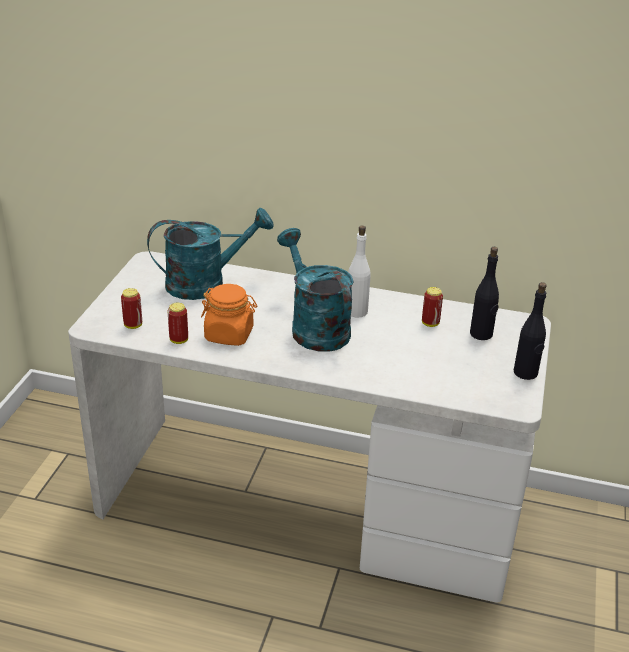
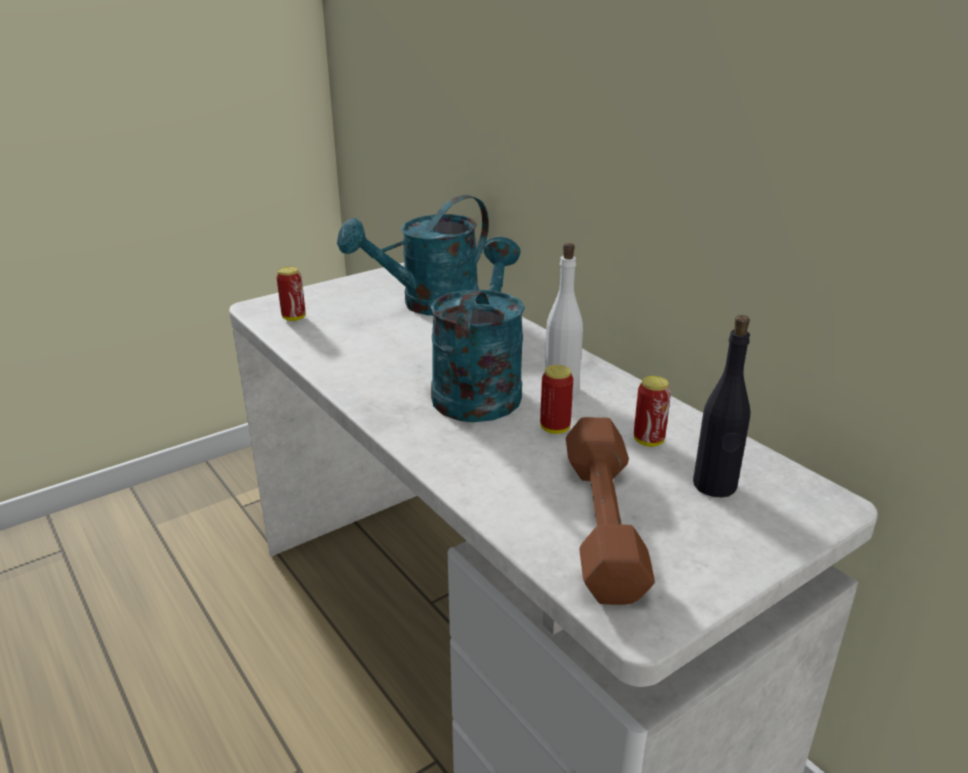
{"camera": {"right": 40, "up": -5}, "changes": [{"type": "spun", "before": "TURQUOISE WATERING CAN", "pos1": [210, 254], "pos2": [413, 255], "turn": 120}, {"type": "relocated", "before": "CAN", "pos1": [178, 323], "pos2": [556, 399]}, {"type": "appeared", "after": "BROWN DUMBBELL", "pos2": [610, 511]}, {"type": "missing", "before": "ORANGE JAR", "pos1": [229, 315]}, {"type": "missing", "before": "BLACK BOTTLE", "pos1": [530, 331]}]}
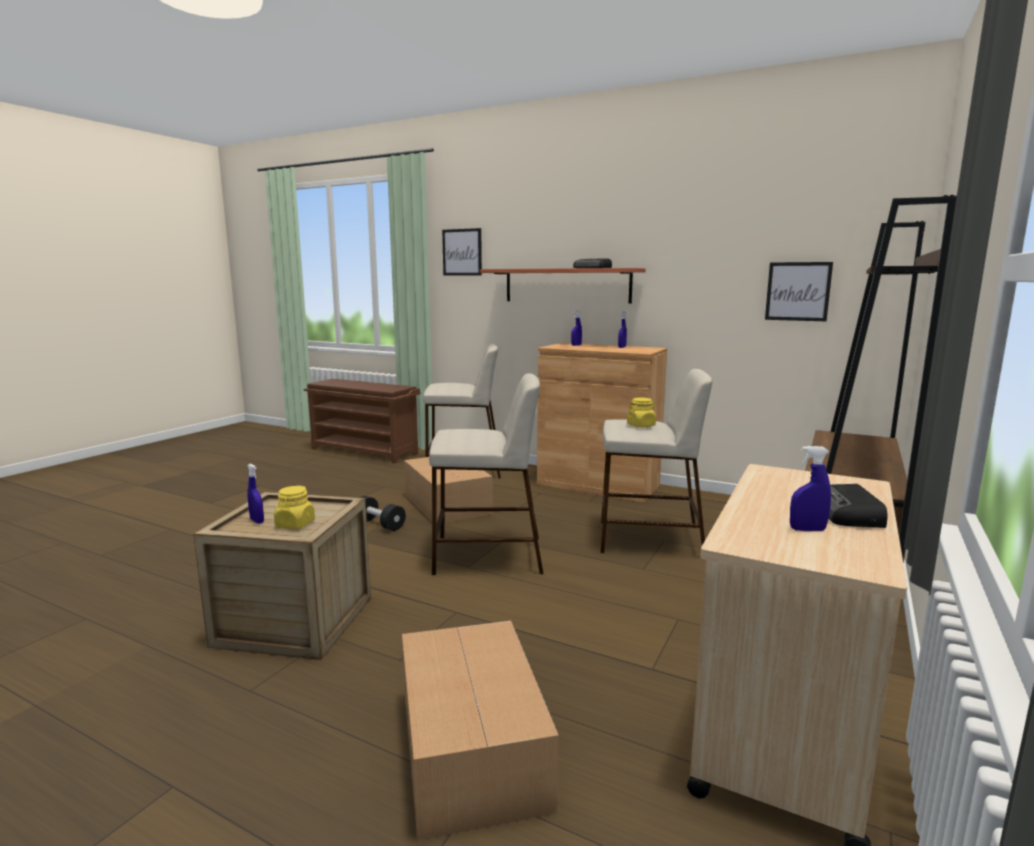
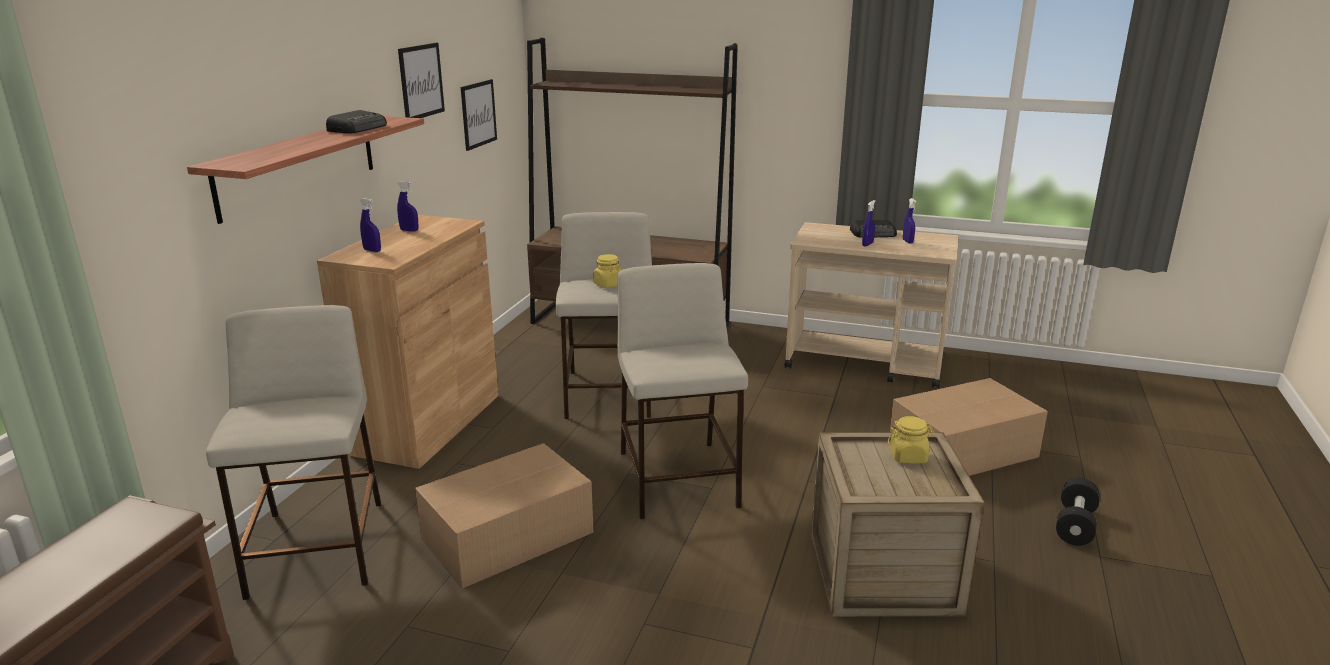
{"camera": {"right": -100, "up": 10}, "changes": [{"type": "relocated", "before": "PICTURE", "pos1": [462, 251], "pos2": [421, 80]}, {"type": "relocated", "before": "BLUE SPRAY BOTTLE", "pos1": [255, 494], "pos2": [869, 223]}, {"type": "relocated", "before": "BLACK DUMBBELL", "pos1": [383, 513], "pos2": [1078, 512]}]}
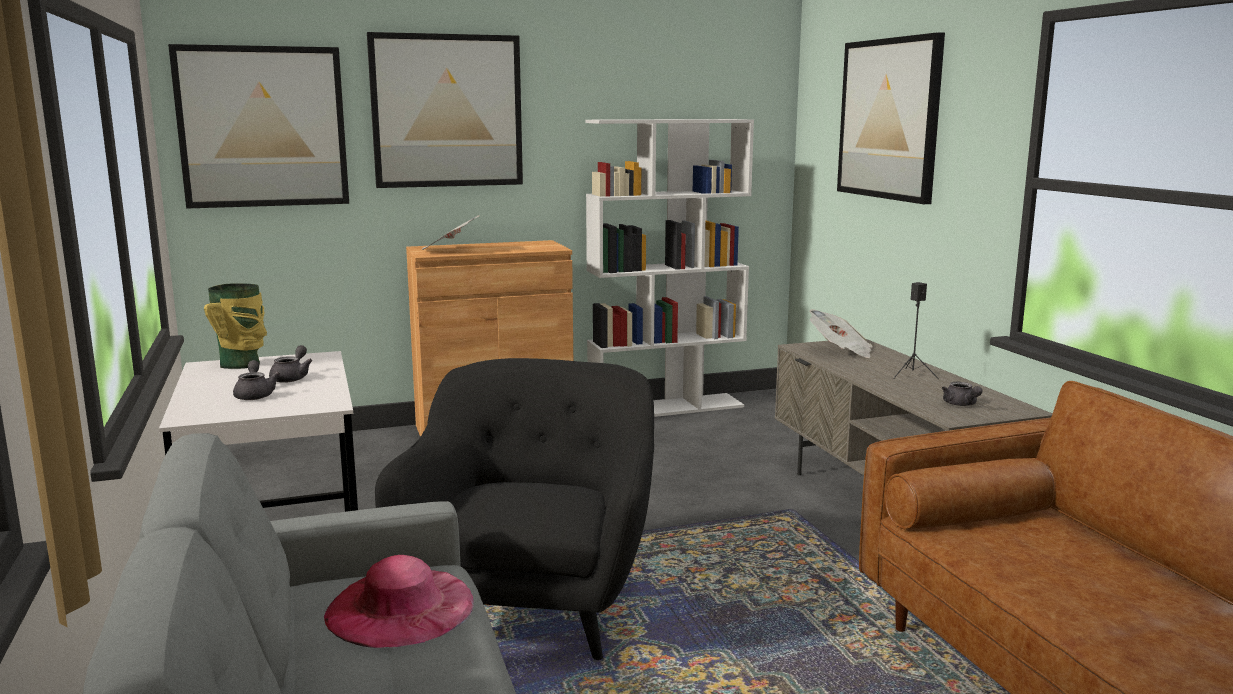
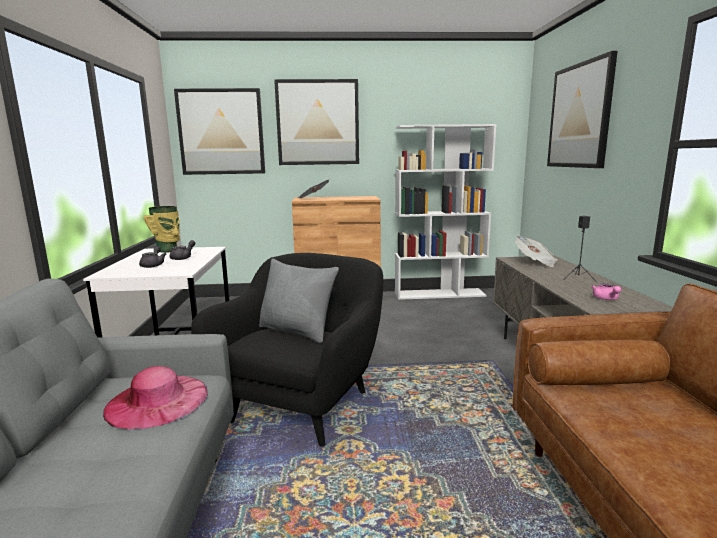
{"camera": {"right": 15, "up": 0}, "changes": [{"type": "appeared", "after": "GREY PILLOW", "pos2": [299, 300]}, {"type": "colour", "before": "GREY TEAPOT", "after": "PINK TEAPOT", "pos1": [962, 394], "pos2": [606, 291]}]}
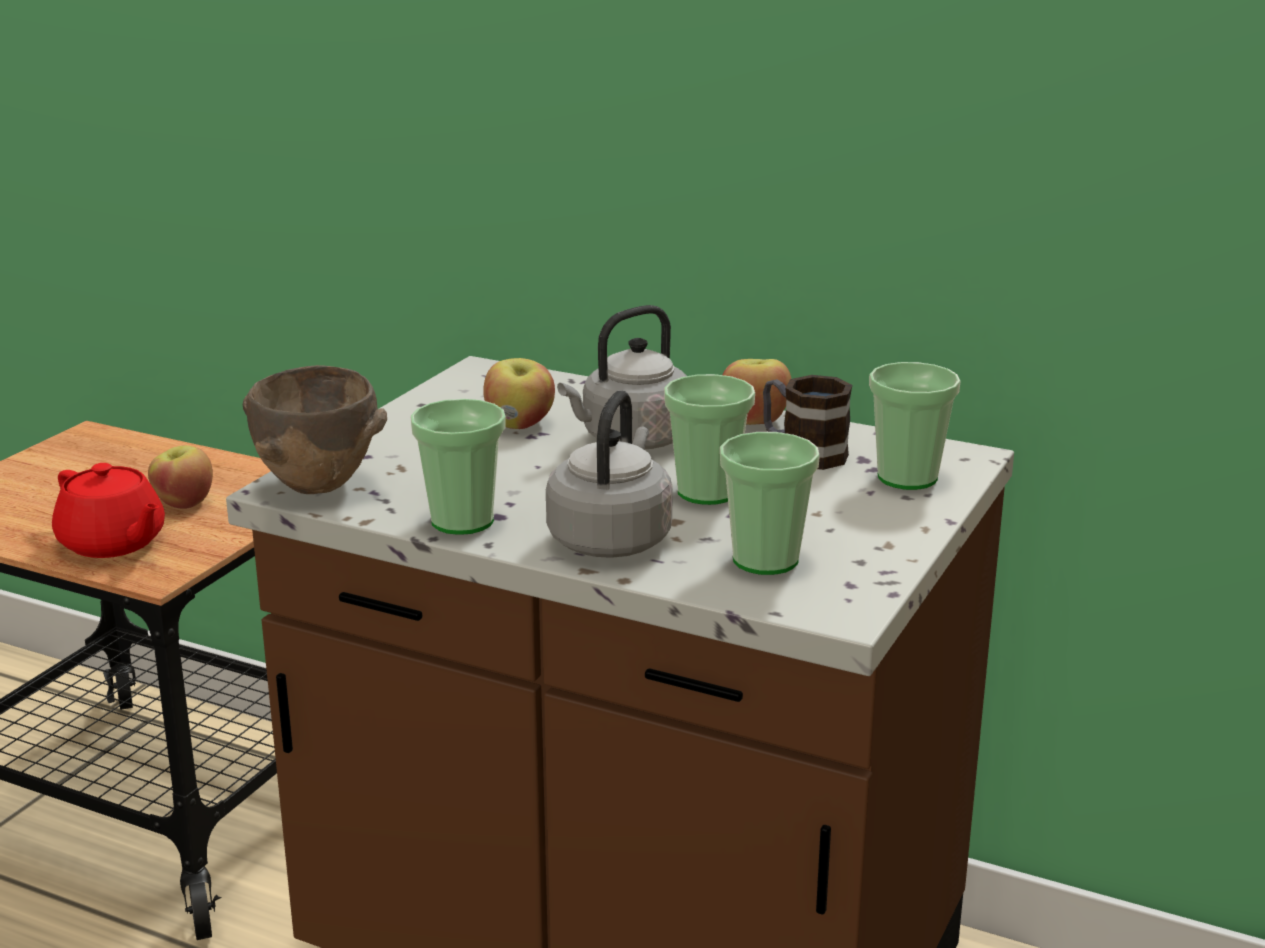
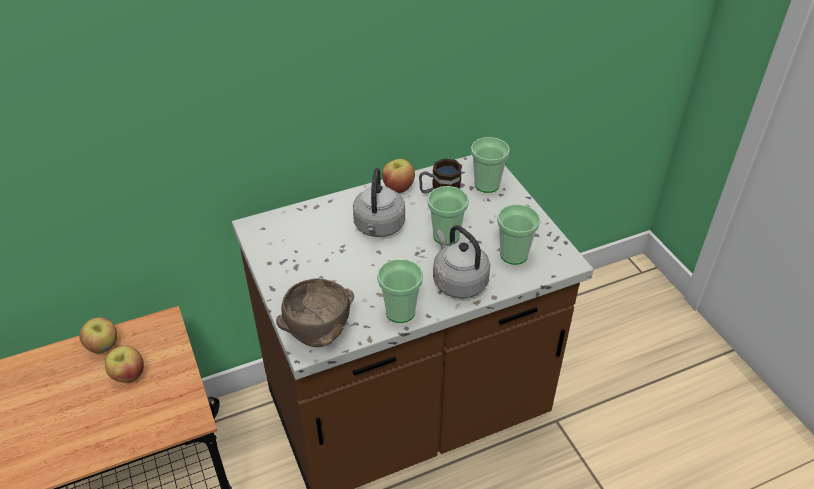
{"camera": {"right": -50, "up": 20}, "changes": [{"type": "relocated", "before": "APPLE", "pos1": [519, 393], "pos2": [98, 335]}, {"type": "missing", "before": "RED TEAPOT", "pos1": [108, 510]}]}
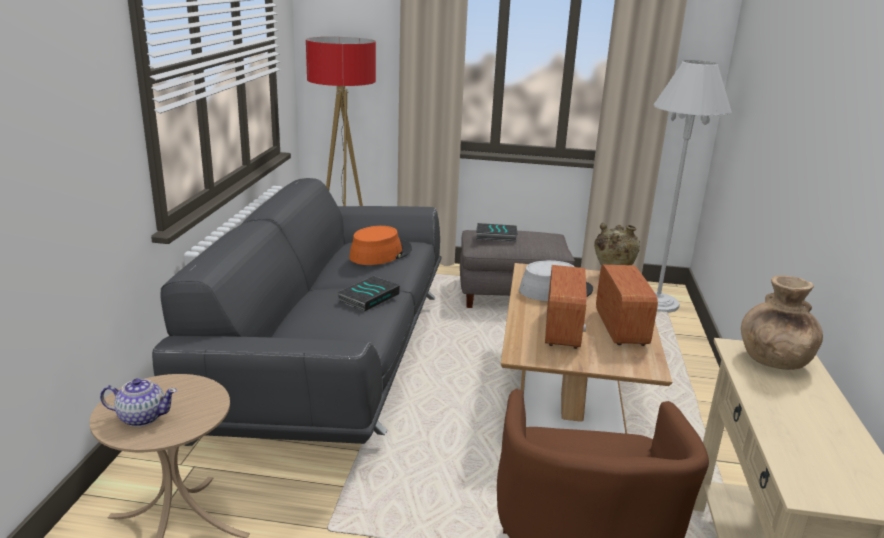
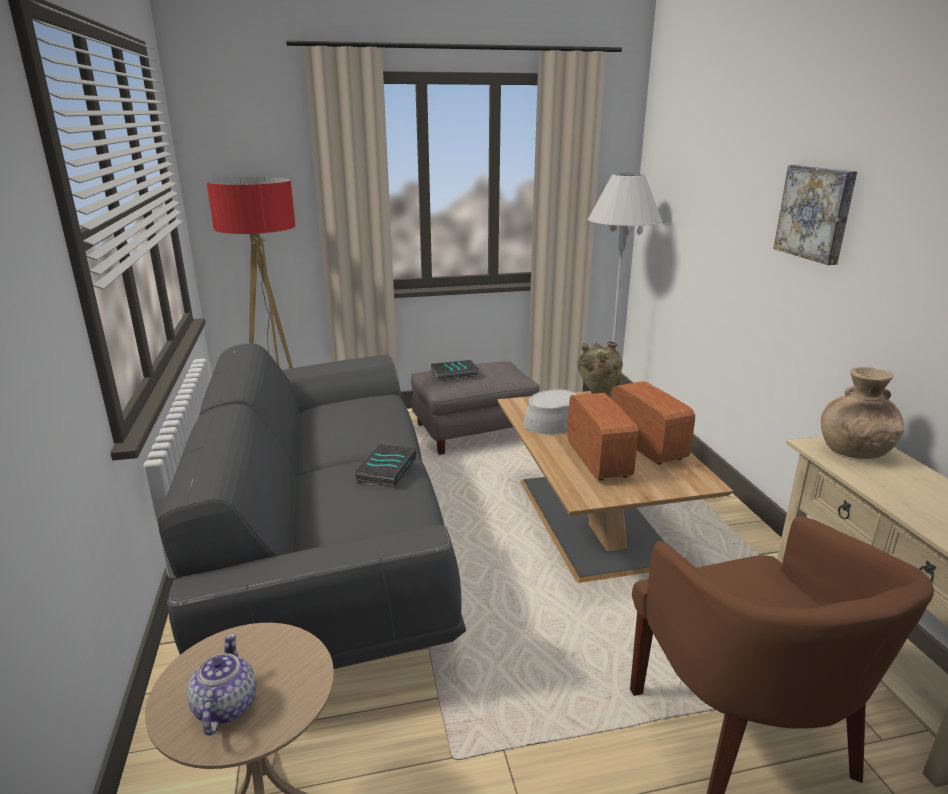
{"camera": {"right": -20, "up": 0}, "changes": [{"type": "spun", "before": "TEAPOT", "pos1": [138, 402], "pos2": [222, 684], "turn": -75}, {"type": "appeared", "after": "PICTURE", "pos2": [815, 215]}, {"type": "missing", "before": "ORANGE HAT", "pos1": [380, 245]}]}
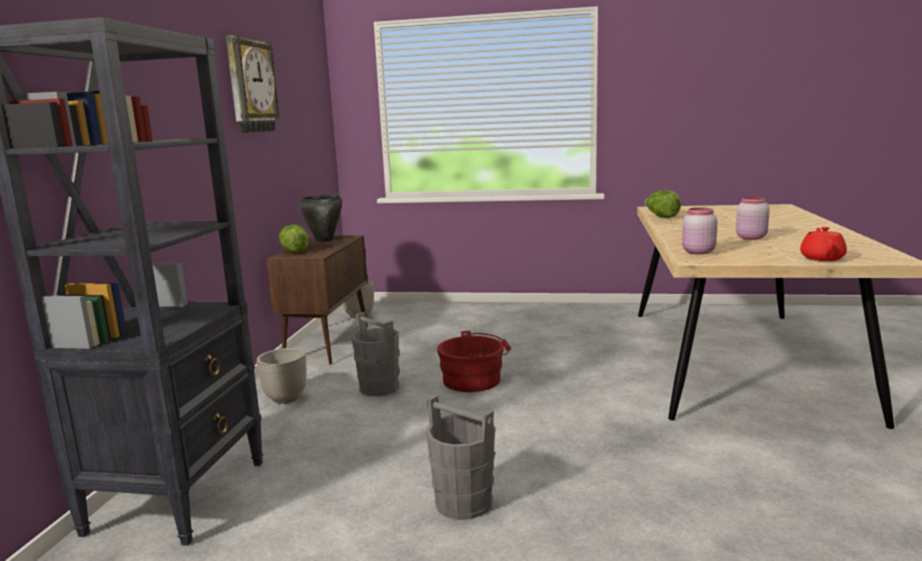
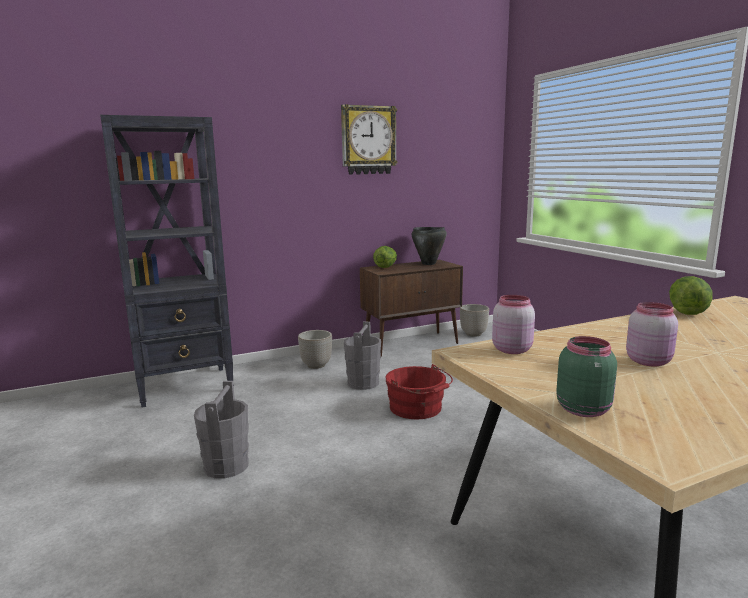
{"camera": {"right": 55, "up": 0}, "changes": [{"type": "exchanged", "before": "RED TEAPOT", "after": "GREEN JAR", "pos1": [823, 244], "pos2": [586, 376]}]}
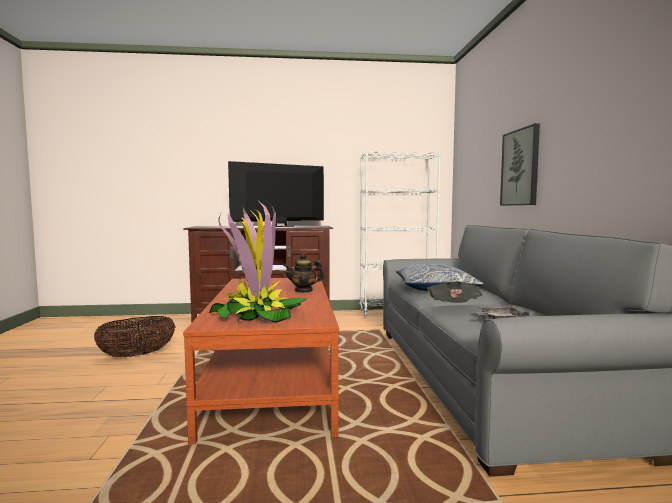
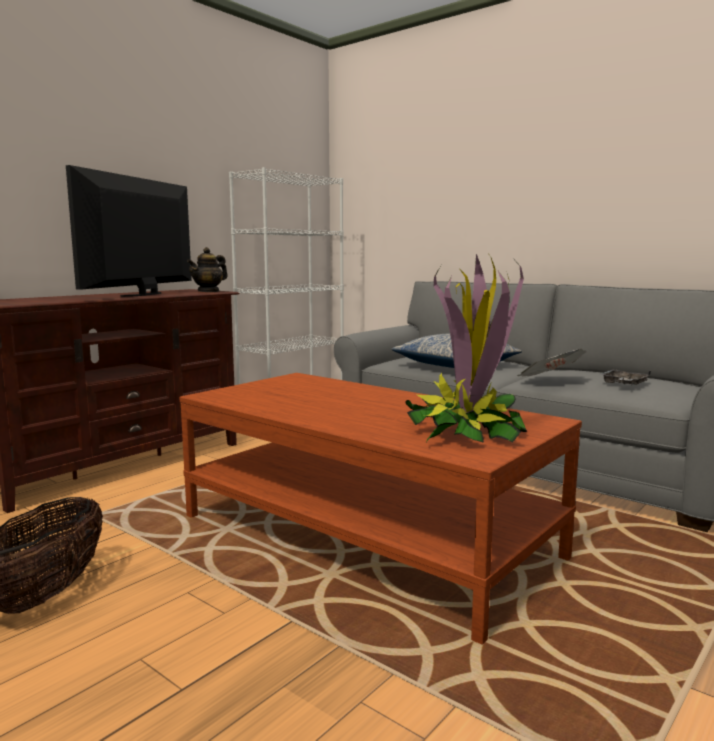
{"camera": {"right": -45, "up": 5}, "changes": [{"type": "relocated", "before": "TEAPOT", "pos1": [303, 273], "pos2": [207, 269]}, {"type": "missing", "before": "PICTURE", "pos1": [520, 164]}]}
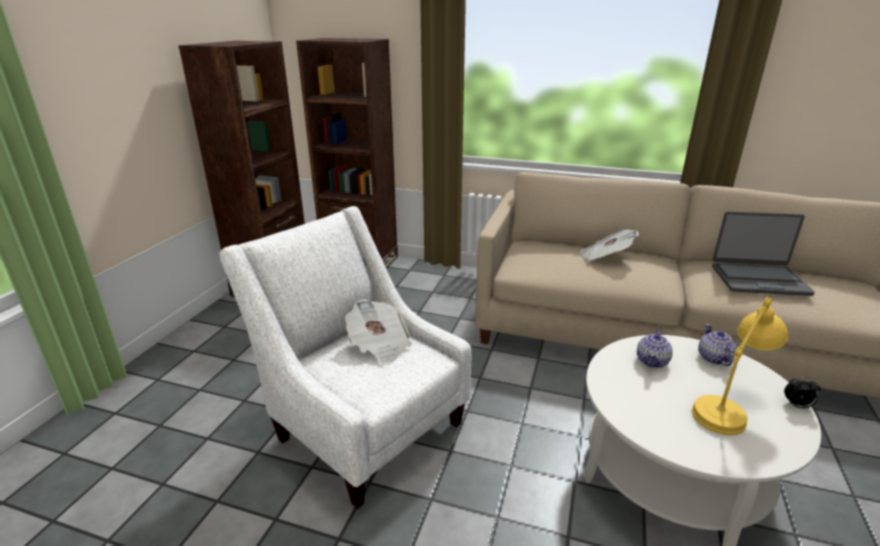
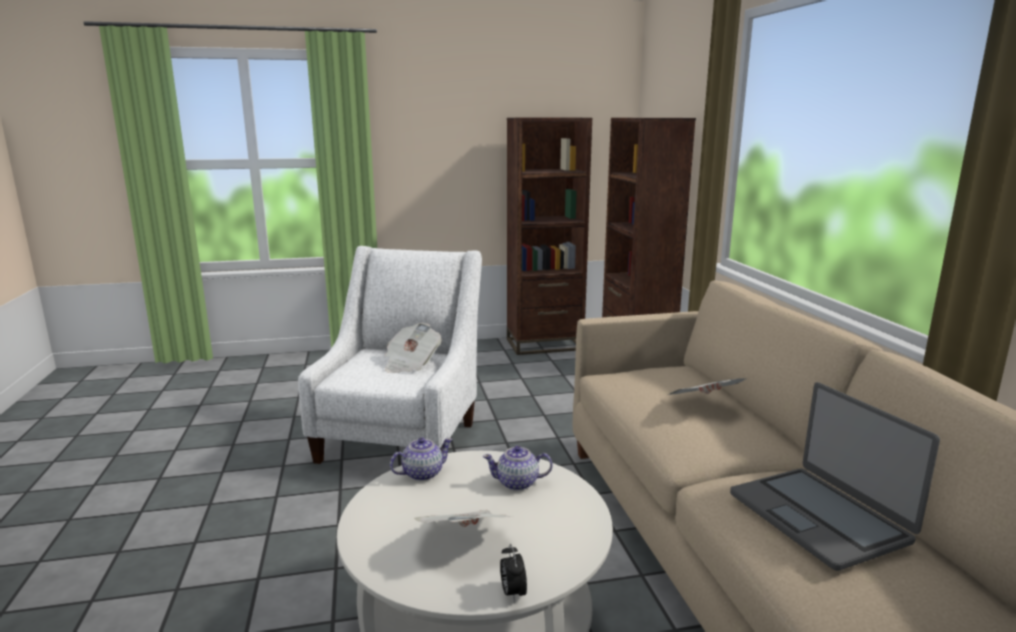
{"camera": {"right": 60, "up": -10}, "changes": [{"type": "relocated", "before": "TEAPOT", "pos1": [717, 345], "pos2": [421, 459]}, {"type": "exchanged", "before": "YELLOW TABLE LAMP", "after": "NEWSPAPER", "pos1": [740, 366], "pos2": [463, 518]}]}
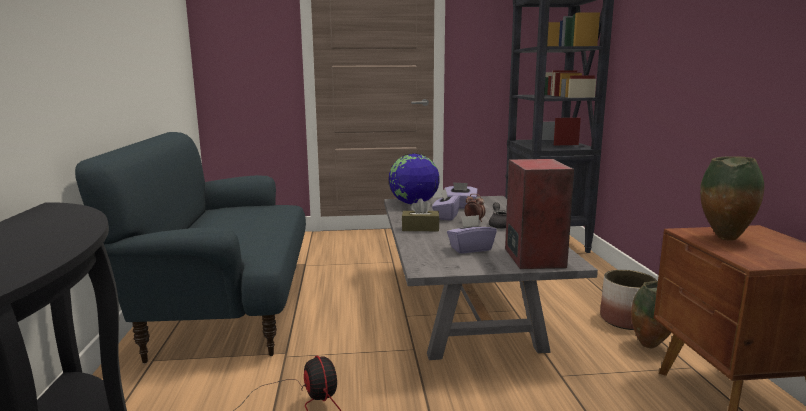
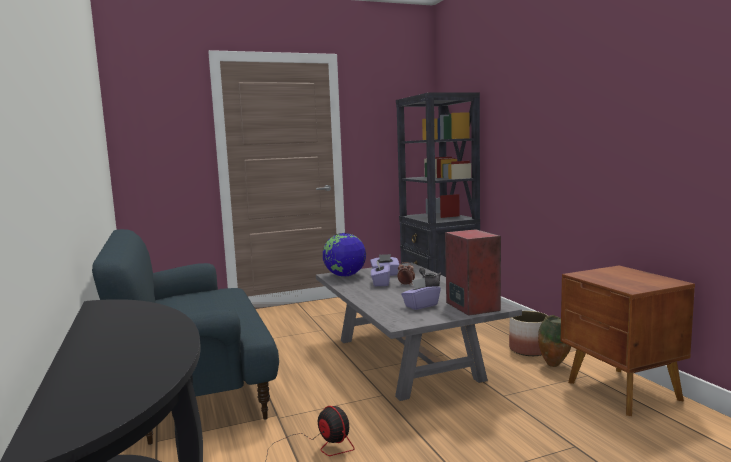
{"camera": {"right": -15, "up": -5}, "changes": [{"type": "missing", "before": "BROWN TISSUE BOX", "pos1": [421, 214]}, {"type": "missing", "before": "VASE", "pos1": [732, 198]}]}
